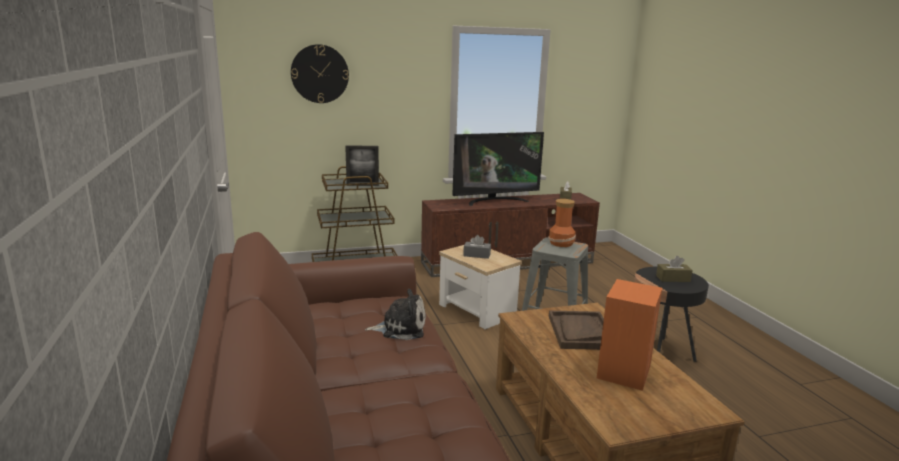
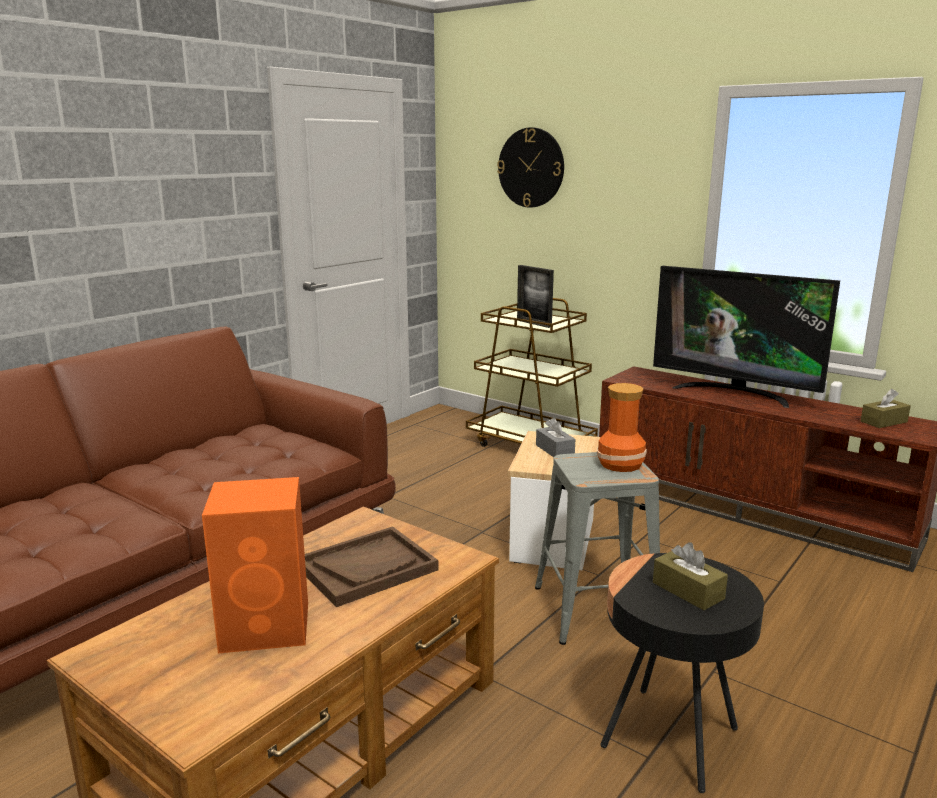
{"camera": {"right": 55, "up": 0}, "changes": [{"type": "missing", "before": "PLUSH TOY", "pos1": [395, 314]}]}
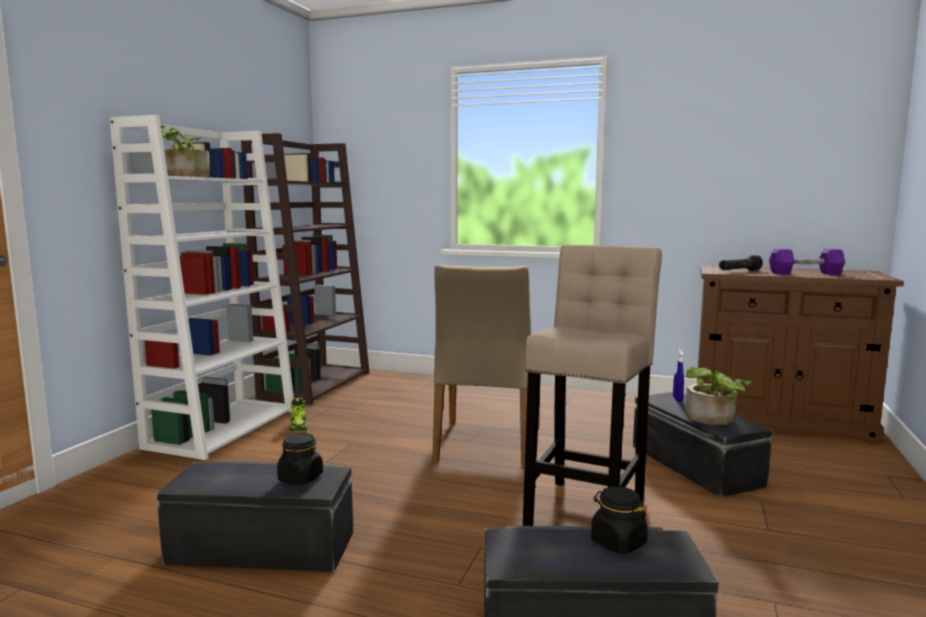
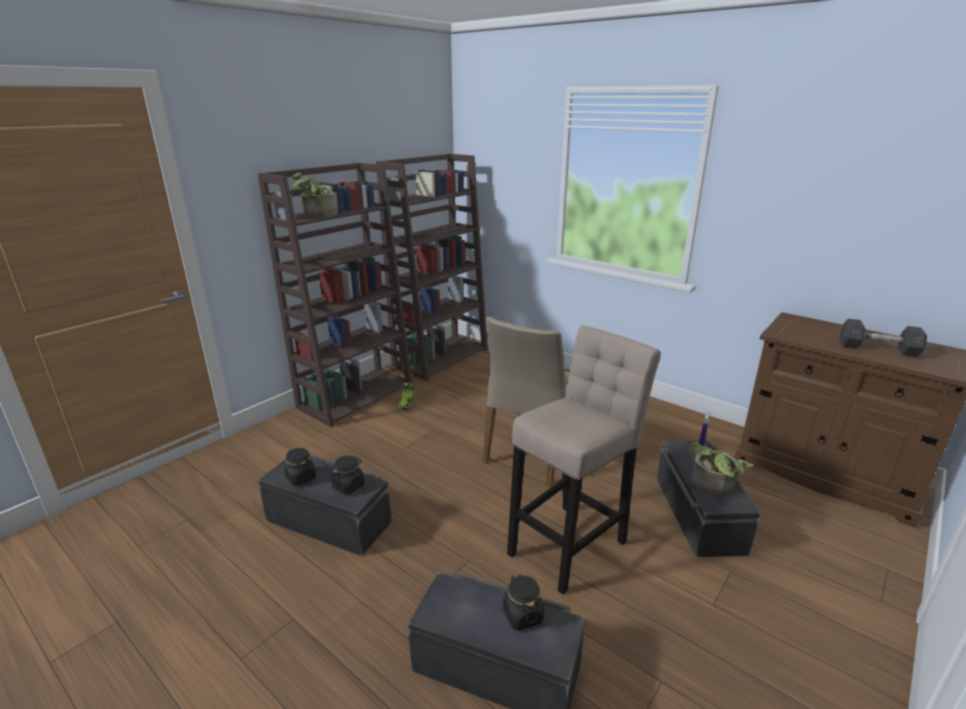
{"camera": {"right": 20, "up": 15}, "changes": [{"type": "colour", "before": "WHITE BOOKCASE", "after": "BROWN BOOKCASE", "pos1": [202, 287], "pos2": [335, 295]}, {"type": "appeared", "after": "BLACK JAR", "pos2": [300, 467]}, {"type": "colour", "before": "PURPLE DUMBBELL", "after": "GREY DUMBBELL", "pos1": [807, 261], "pos2": [883, 338]}, {"type": "missing", "before": "BLACK FLASHLIGHT", "pos1": [741, 263]}]}
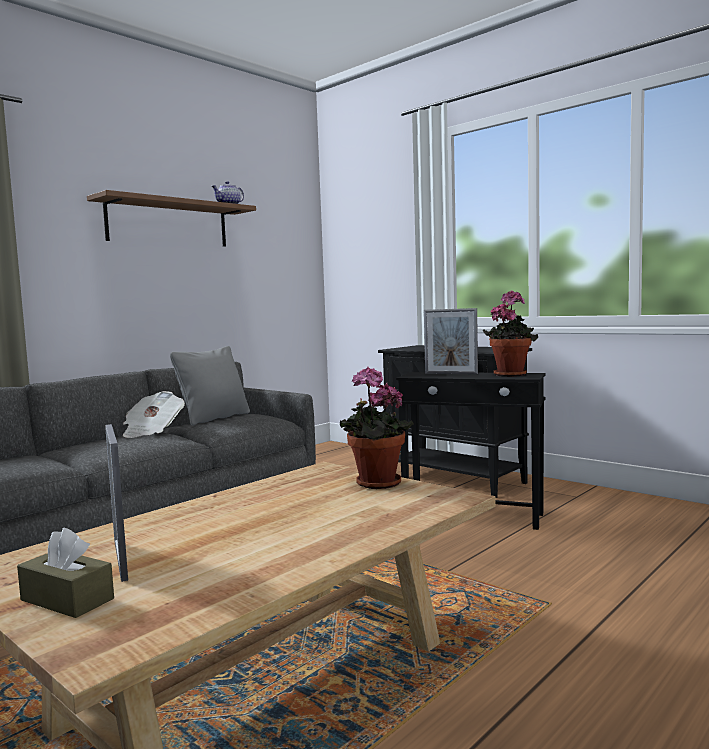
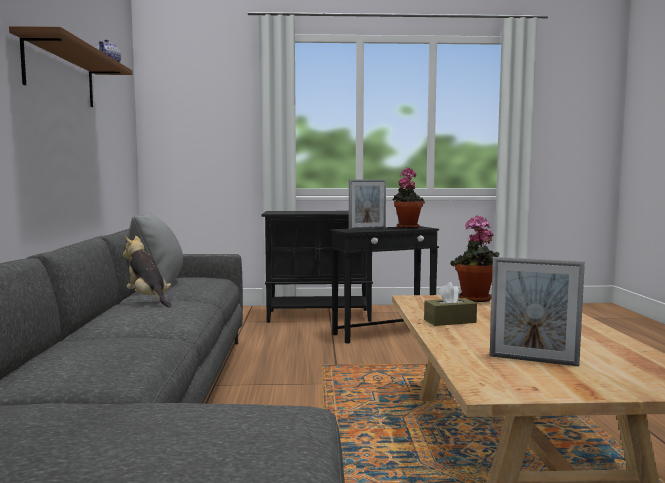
{"camera": {"right": -45, "up": 0}, "changes": [{"type": "exchanged", "before": "NEWSPAPER", "after": "PLUSH TOY", "pos1": [154, 414], "pos2": [147, 271]}, {"type": "relocated", "before": "BROWN TISSUE BOX", "pos1": [65, 573], "pos2": [450, 304]}]}
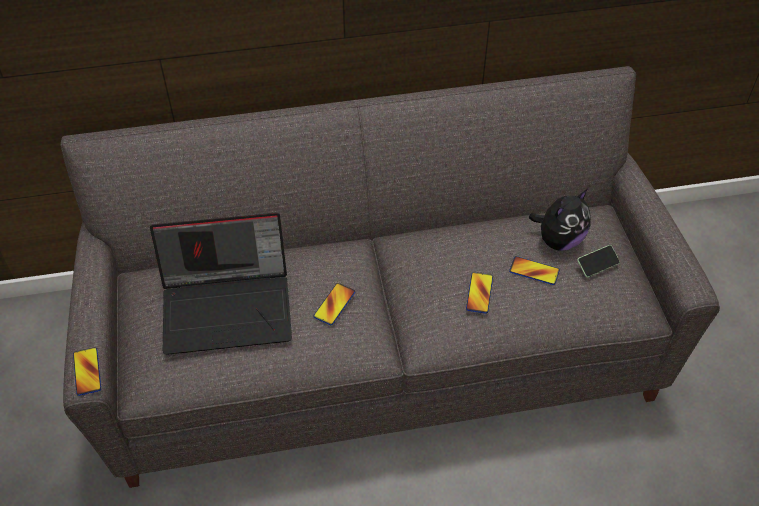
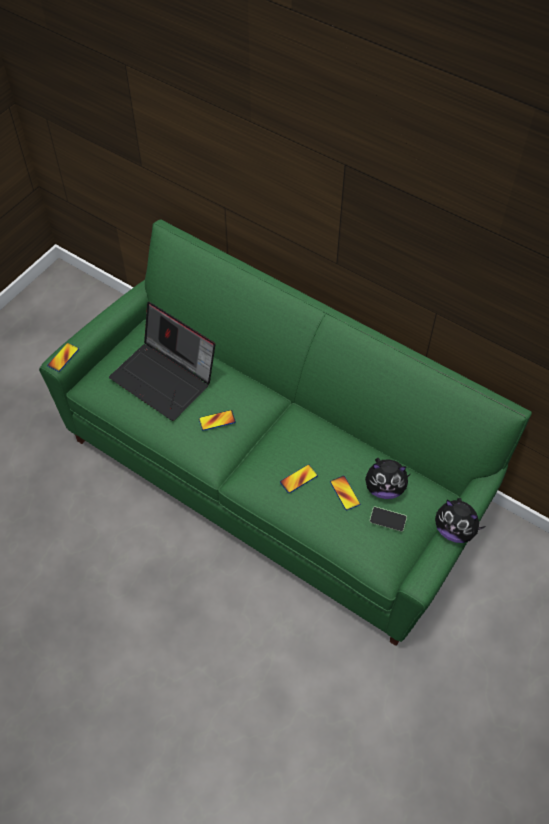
{"camera": {"right": 45, "up": 5}, "changes": [{"type": "colour", "before": "GREY SOFA", "after": "GREEN SOFA", "pos1": [390, 277], "pos2": [285, 432]}, {"type": "appeared", "after": "PLUSH TOY", "pos2": [460, 520]}]}
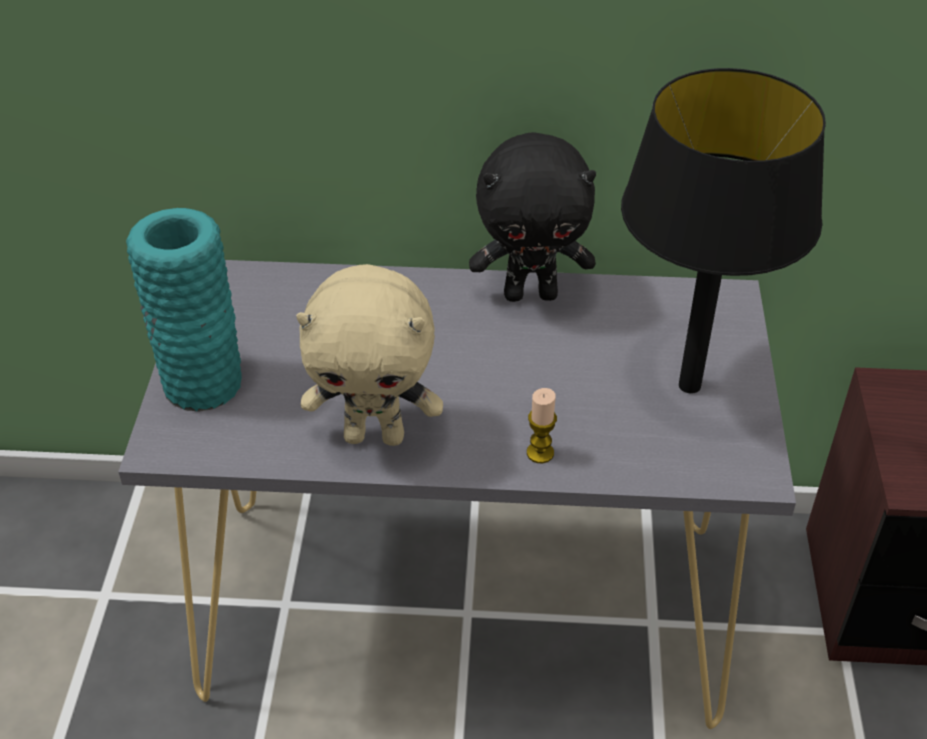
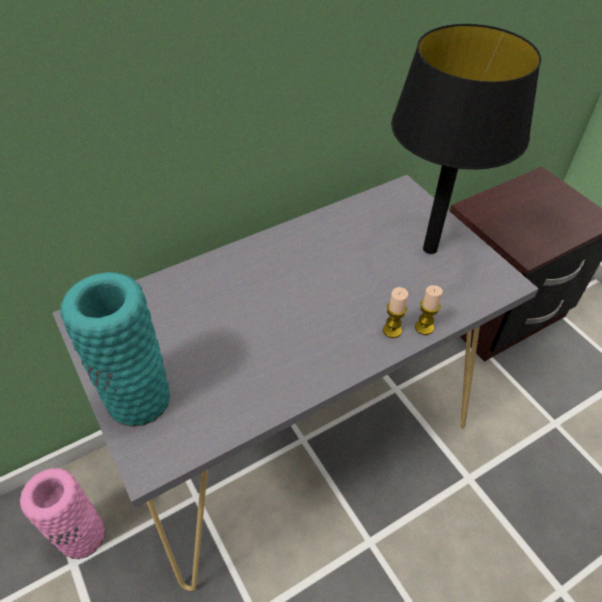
{"camera": {"right": -35, "up": 5}, "changes": [{"type": "appeared", "after": "PINK VASE", "pos2": [62, 513]}, {"type": "appeared", "after": "CANDLE", "pos2": [429, 310]}, {"type": "missing", "before": "BEIGE PLUSH TOY", "pos1": [369, 355]}, {"type": "missing", "before": "BLACK PLUSH TOY", "pos1": [532, 217]}]}
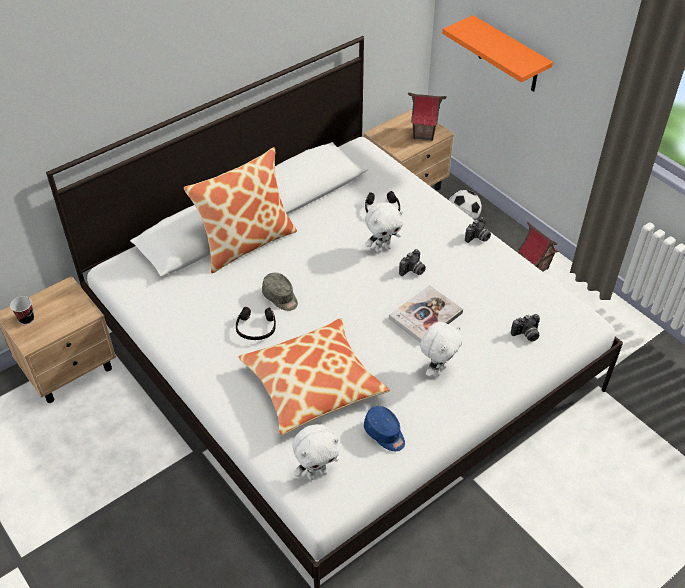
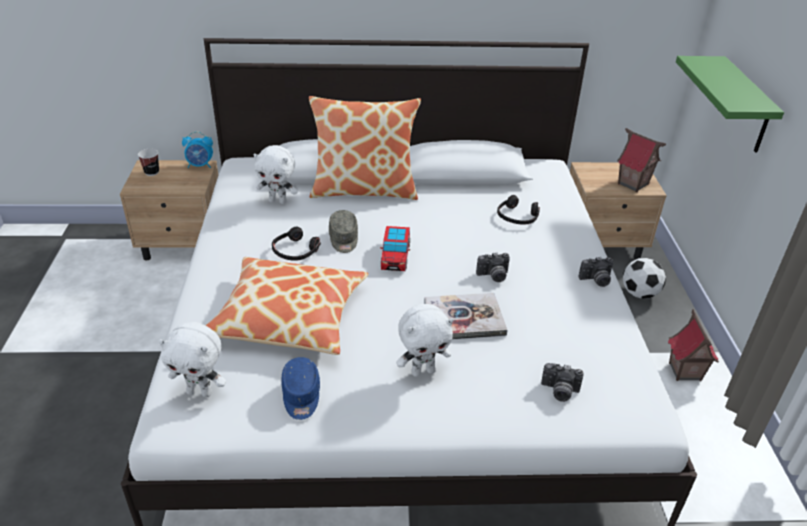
{"camera": {"right": 35, "up": -10}, "changes": [{"type": "appeared", "after": "ALARM CLOCK", "pos2": [197, 149]}, {"type": "relocated", "before": "WHITE PLUSH TOY", "pos1": [384, 227], "pos2": [275, 174]}, {"type": "appeared", "after": "TOY CAR", "pos2": [395, 248]}, {"type": "colour", "before": "ORANGE SHELF", "after": "GREEN SHELF", "pos1": [497, 53], "pos2": [730, 104]}]}
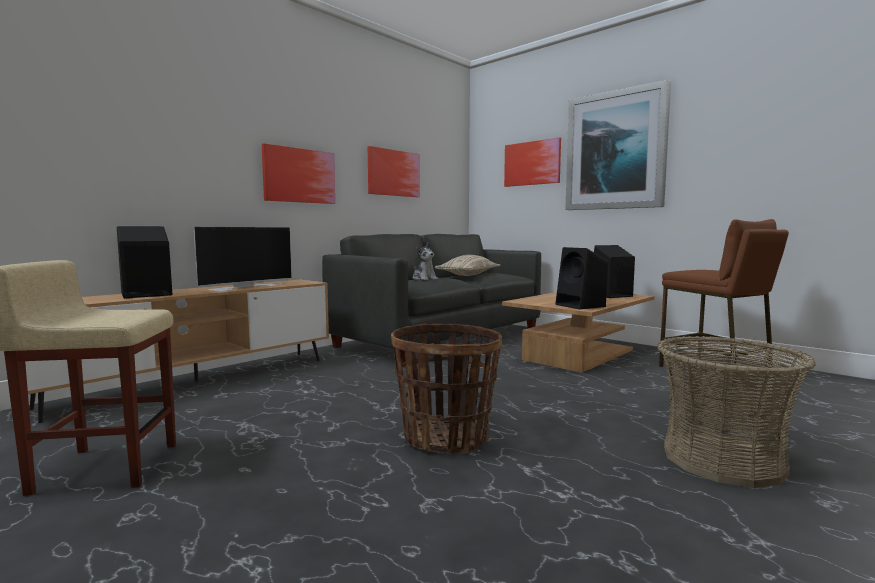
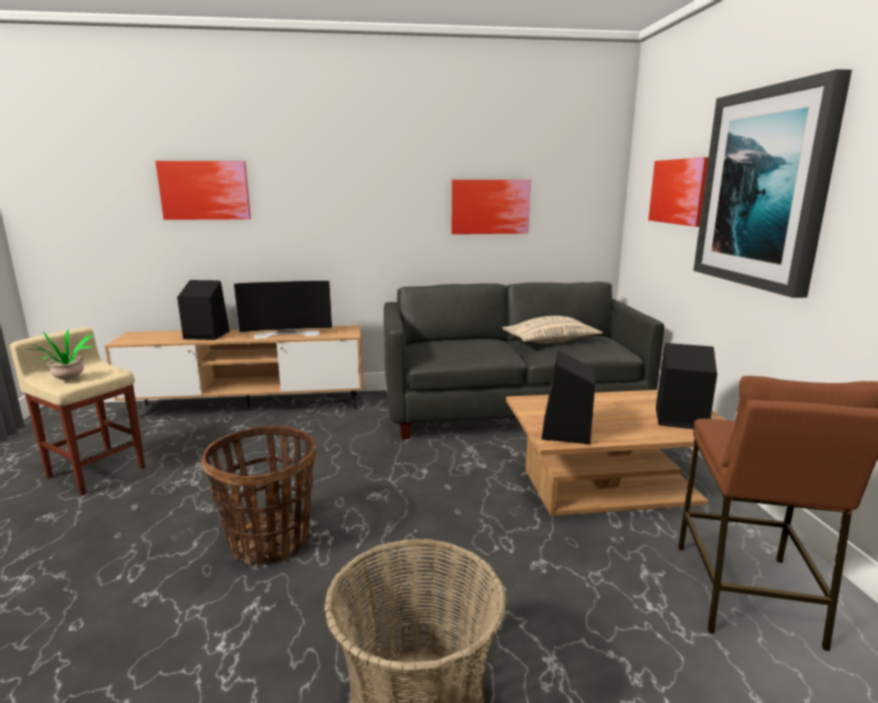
{"camera": {"right": 40, "up": 10}, "changes": [{"type": "appeared", "after": "POTTED PLANT", "pos2": [63, 355]}, {"type": "relocated", "before": "PICTURE", "pos1": [298, 173], "pos2": [203, 190]}, {"type": "missing", "before": "PLUSH TOY", "pos1": [425, 261]}]}
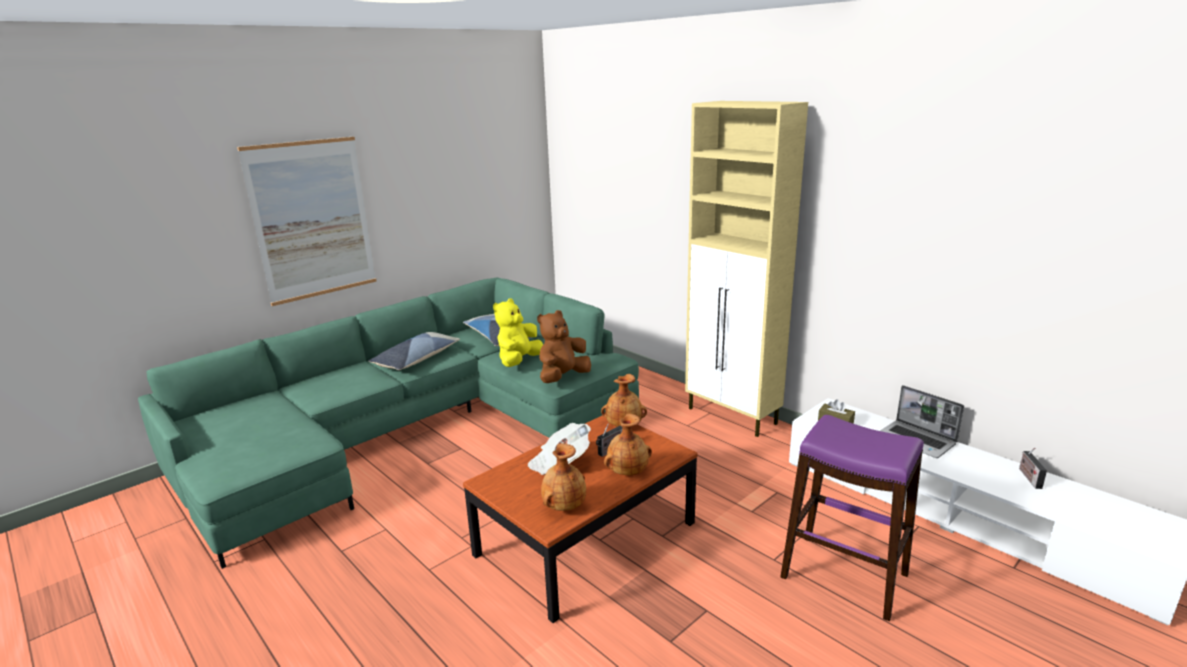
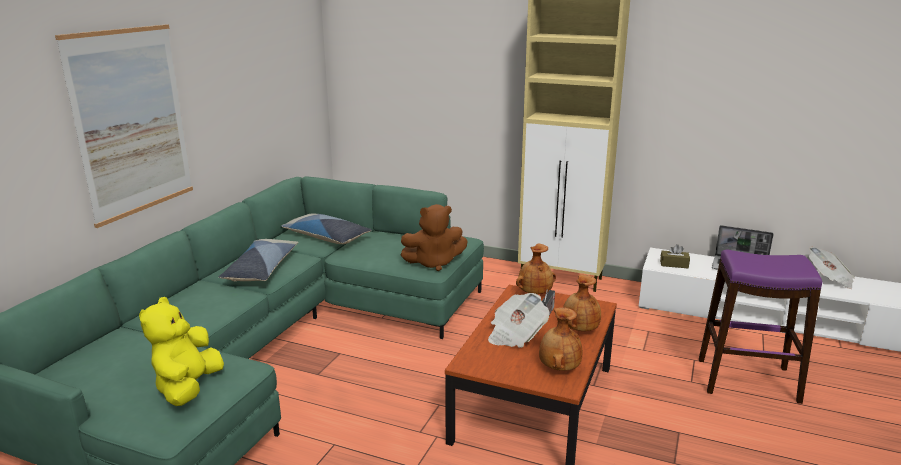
{"camera": {"right": -25, "up": 0}, "changes": [{"type": "relocated", "before": "YELLOW PLUSH TOY", "pos1": [518, 332], "pos2": [181, 351]}, {"type": "spun", "before": "BROWN PLUSH TOY", "pos1": [564, 346], "pos2": [434, 237], "turn": -120}, {"type": "exchanged", "before": "RADIO", "after": "NEWSPAPER", "pos1": [1033, 468], "pos2": [832, 267]}]}
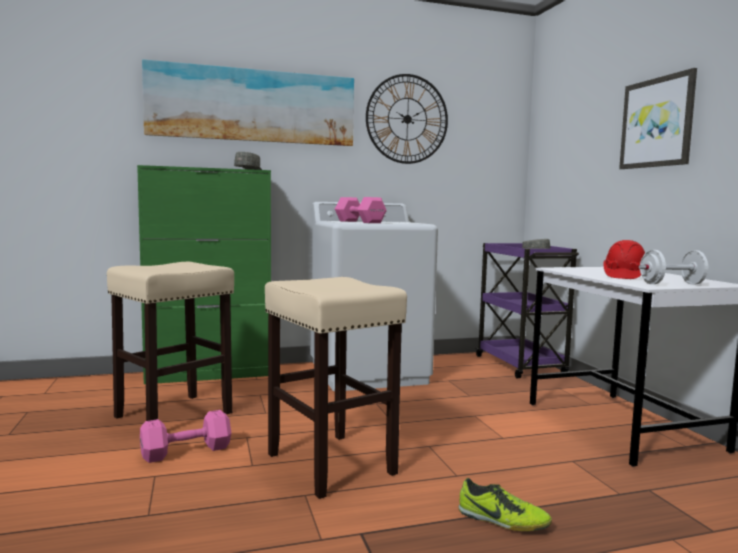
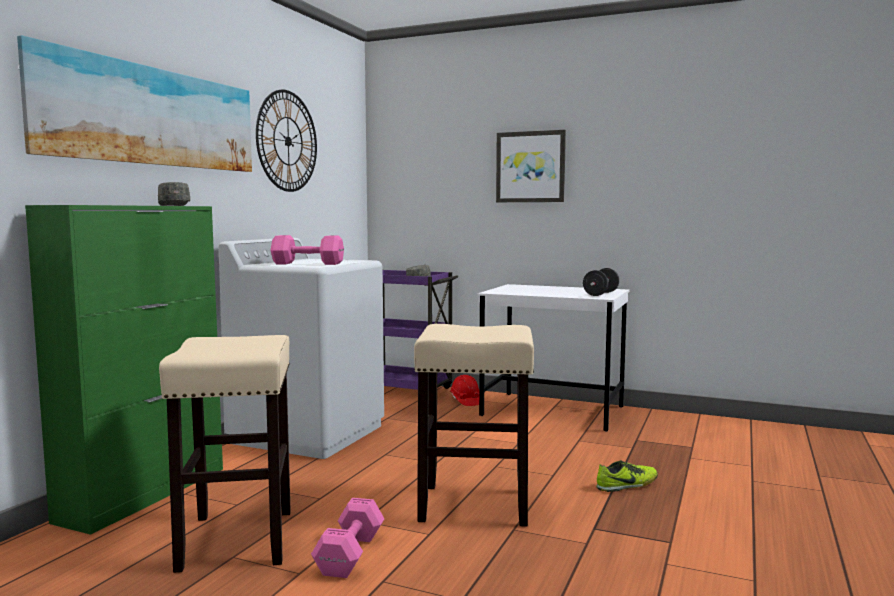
{"camera": {"right": -50, "up": 0}, "changes": [{"type": "relocated", "before": "RED HARD HAT", "pos1": [624, 259], "pos2": [464, 390]}, {"type": "colour", "before": "WHITE DUMBBELL", "after": "BLACK DUMBBELL", "pos1": [673, 267], "pos2": [601, 282]}]}
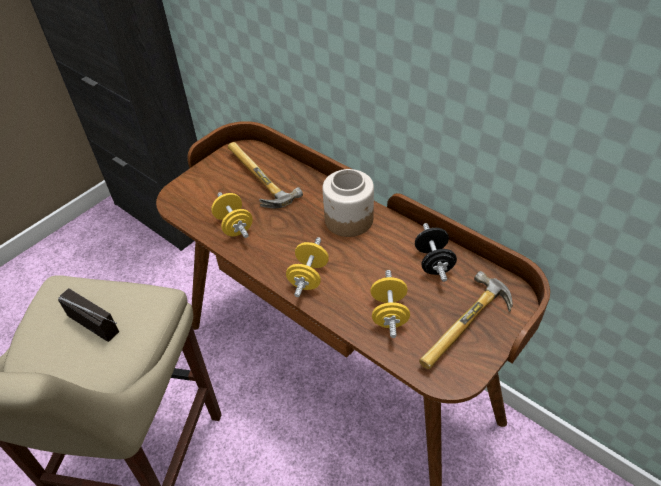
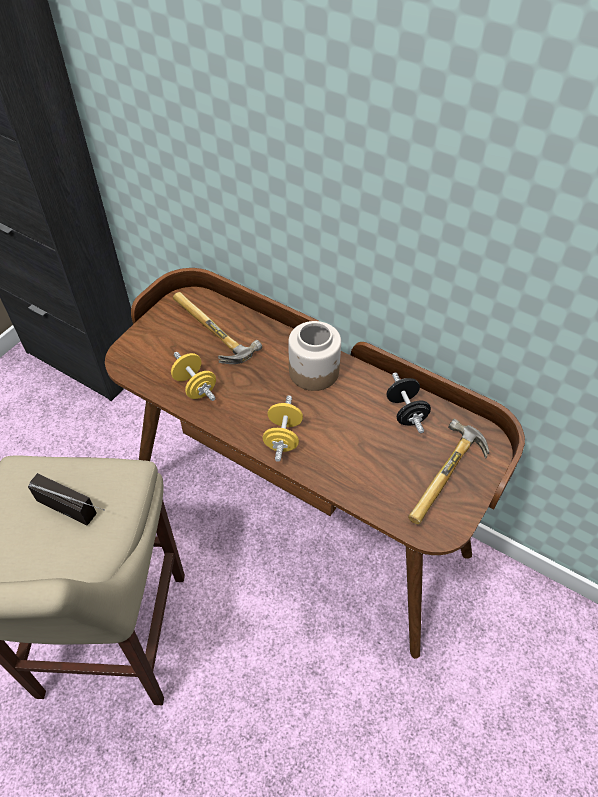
{"camera": {"right": -10, "up": 5}, "changes": [{"type": "missing", "before": "YELLOW DUMBBELL", "pos1": [390, 304]}]}
